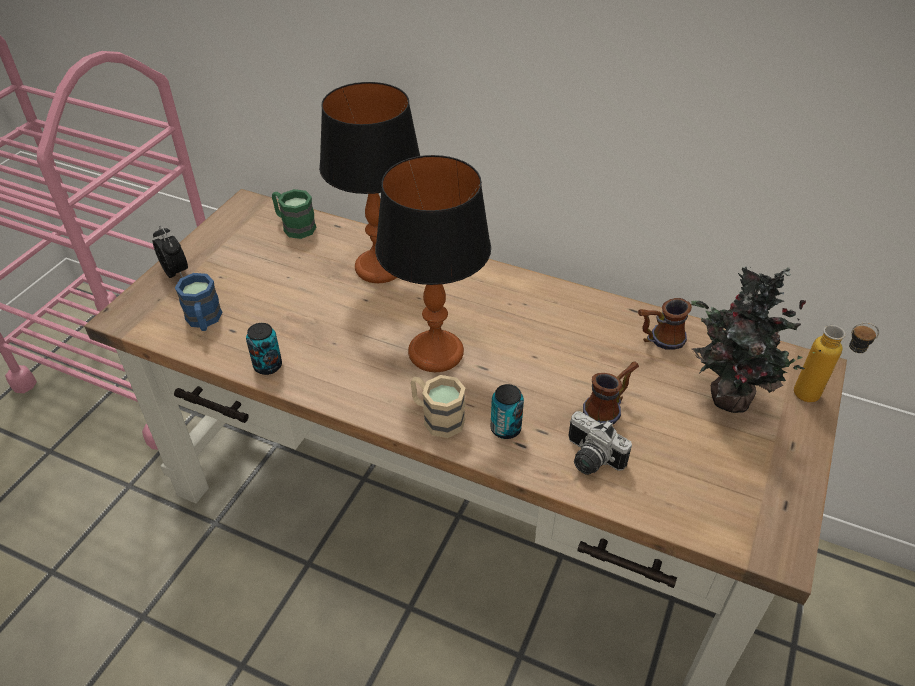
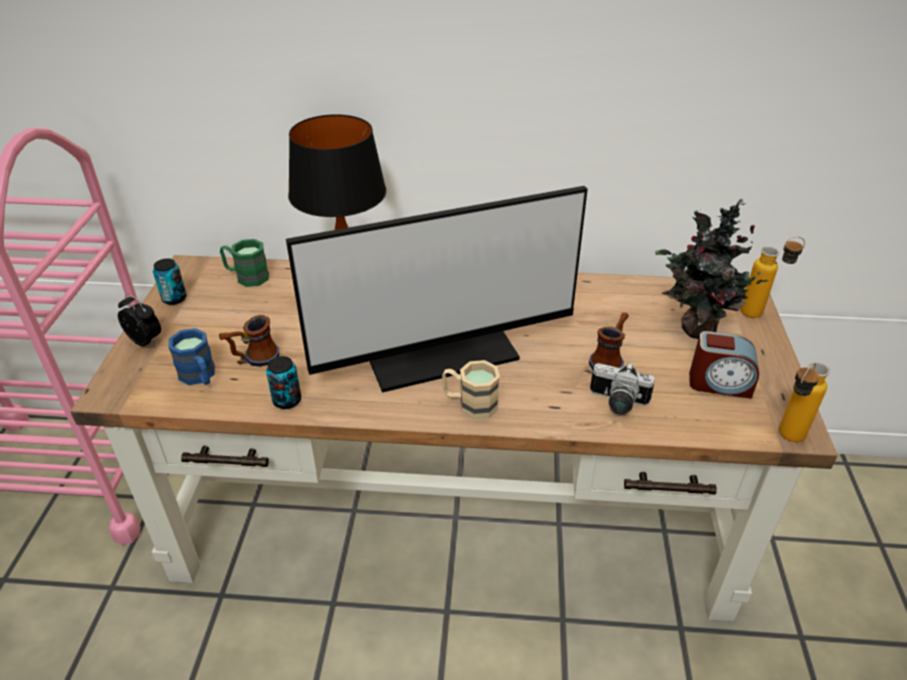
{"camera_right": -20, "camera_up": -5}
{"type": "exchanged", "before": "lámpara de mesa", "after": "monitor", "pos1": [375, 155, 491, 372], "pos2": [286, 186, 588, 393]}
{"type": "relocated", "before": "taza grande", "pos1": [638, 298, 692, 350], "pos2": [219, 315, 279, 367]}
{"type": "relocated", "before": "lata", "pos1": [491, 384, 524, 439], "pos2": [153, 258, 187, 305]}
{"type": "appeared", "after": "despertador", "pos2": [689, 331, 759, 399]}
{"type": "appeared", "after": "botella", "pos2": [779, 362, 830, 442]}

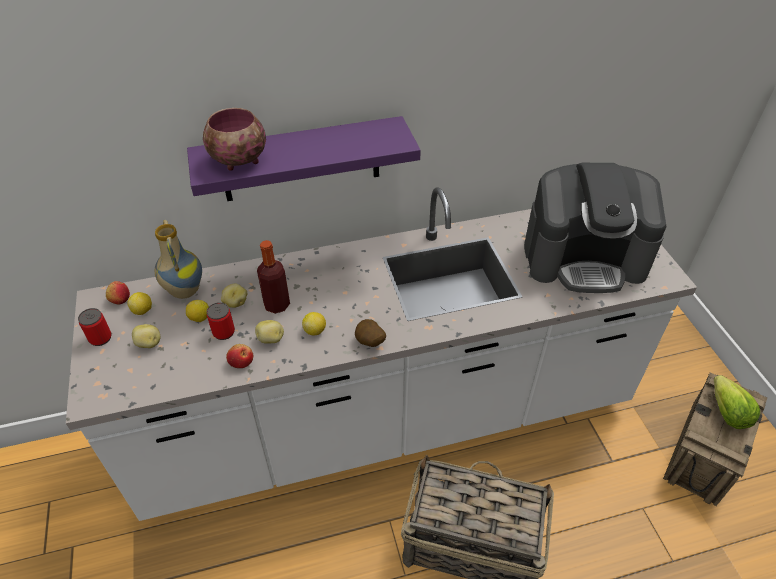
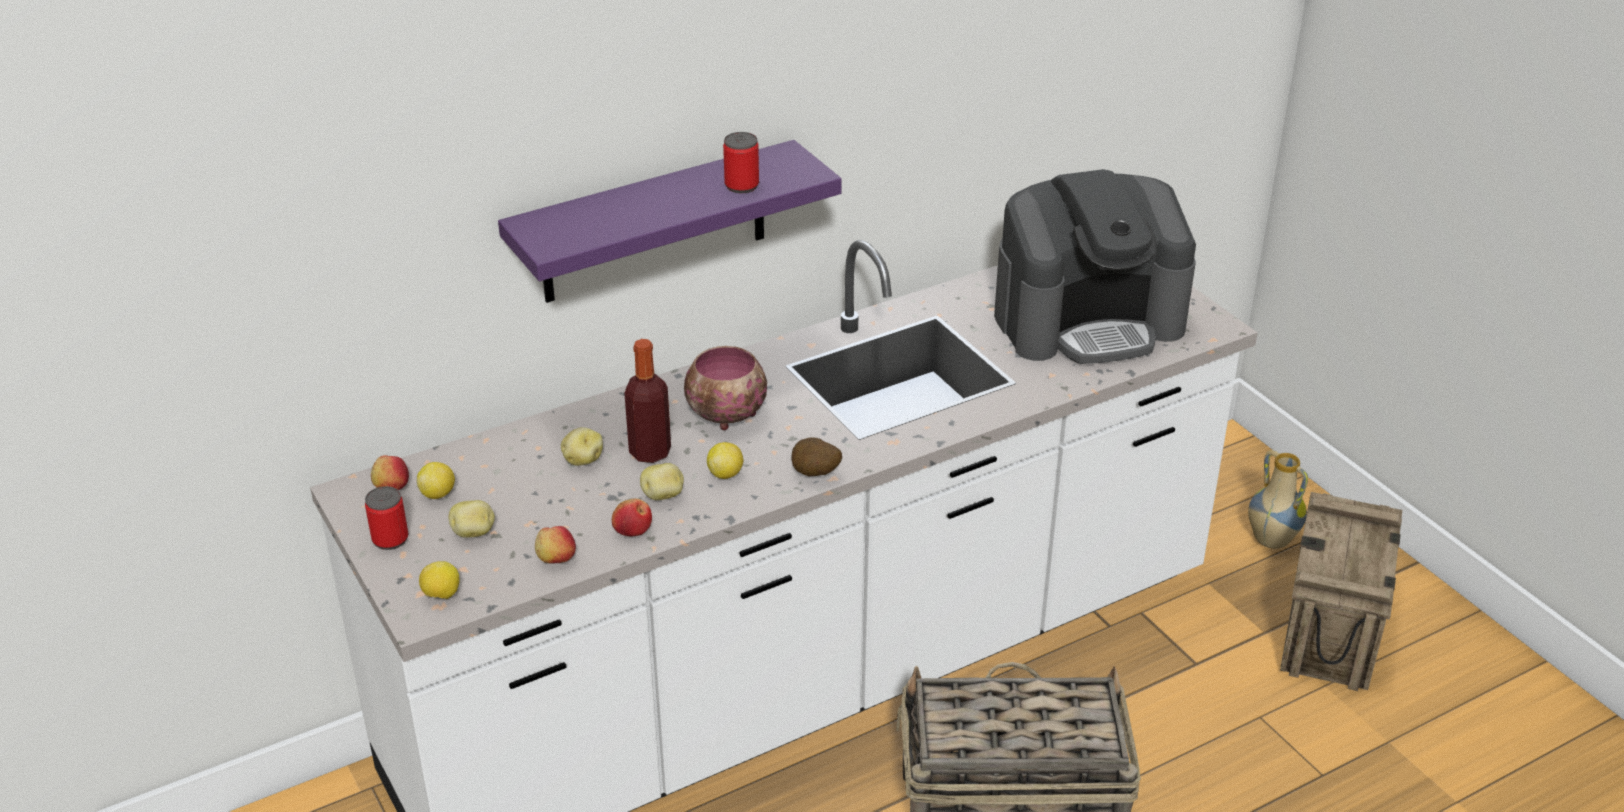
{"camera_right": -15, "camera_up": -10}
{"type": "relocated", "before": "cuenco", "pos1": [203, 108, 266, 171], "pos2": [684, 346, 767, 430]}
{"type": "relocated", "before": "florero", "pos1": [155, 220, 202, 299], "pos2": [1248, 450, 1308, 549]}
{"type": "relocated", "before": "limón", "pos1": [186, 300, 209, 322], "pos2": [419, 561, 459, 599]}
{"type": "relocated", "before": "lata", "pos1": [207, 302, 235, 340], "pos2": [723, 132, 759, 193]}
{"type": "missing", "before": "lechuga", "pos1": [714, 375, 760, 429]}
{"type": "appeared", "after": "manzana", "pos2": [535, 526, 576, 564]}

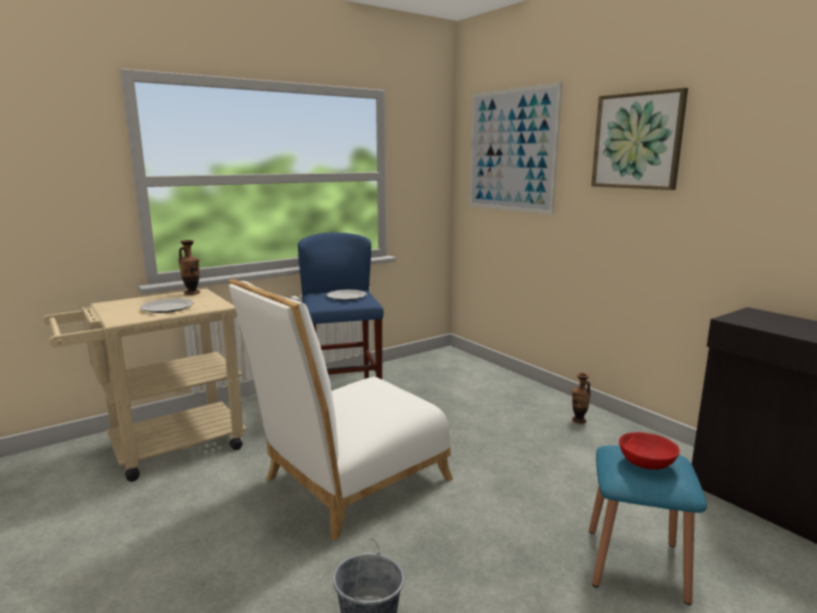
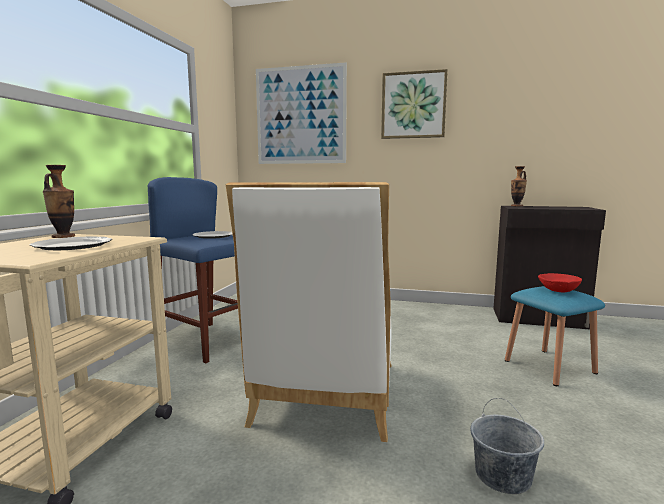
{"camera_right": -40, "camera_up": -5}
{"type": "relocated", "before": "florero", "pos1": [572, 373, 591, 424], "pos2": [511, 166, 527, 207]}

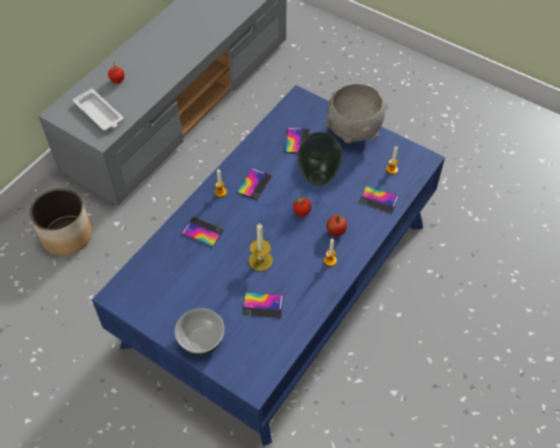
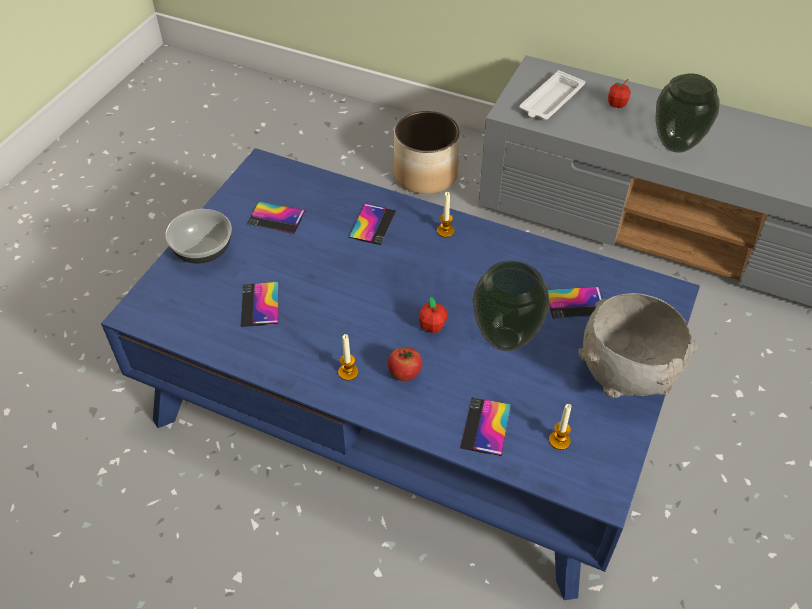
{"camera_right": 80, "camera_up": -5}
{"type": "relocated", "before": "móvil", "pos1": [237, 168, 272, 200], "pos2": [247, 201, 306, 234]}
{"type": "missing", "before": "vela", "pos1": [249, 223, 273, 271]}
{"type": "appeared", "after": "florero", "pos2": [655, 73, 720, 153]}

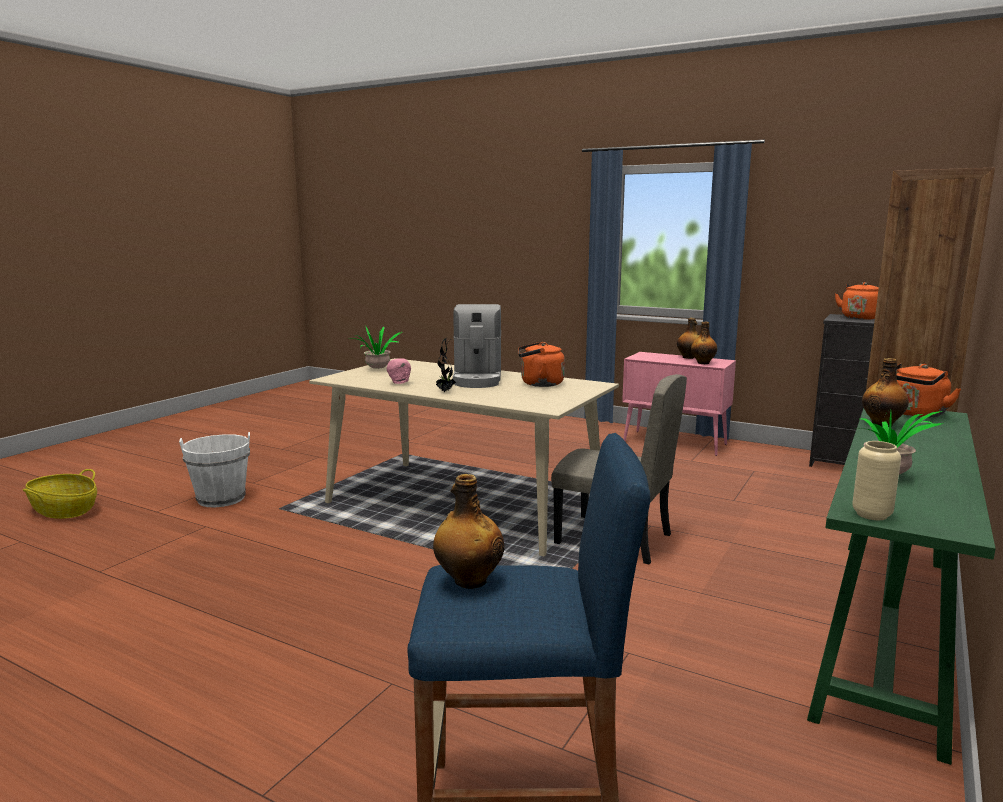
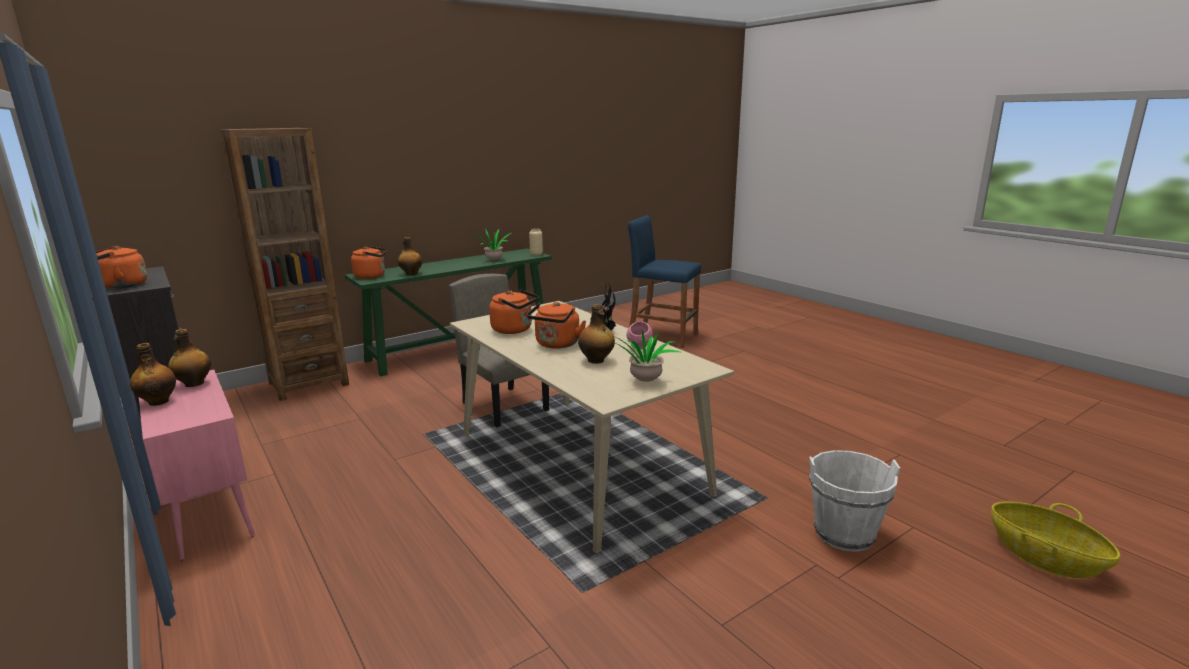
{"camera_right": -155, "camera_up": 5}
{"type": "exchanged", "before": "cafetera", "after": "hervidor (naranja)", "pos1": [453, 304, 501, 388], "pos2": [527, 302, 586, 349]}
{"type": "relocated", "before": "botella", "pos1": [433, 474, 504, 589], "pos2": [578, 304, 615, 364]}

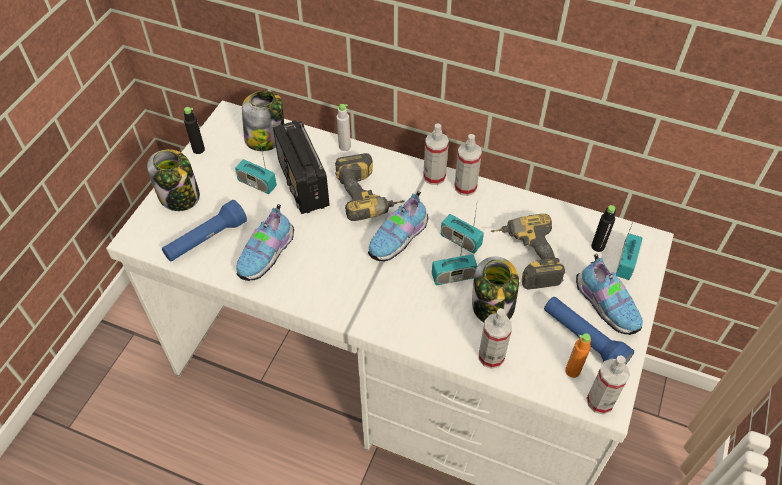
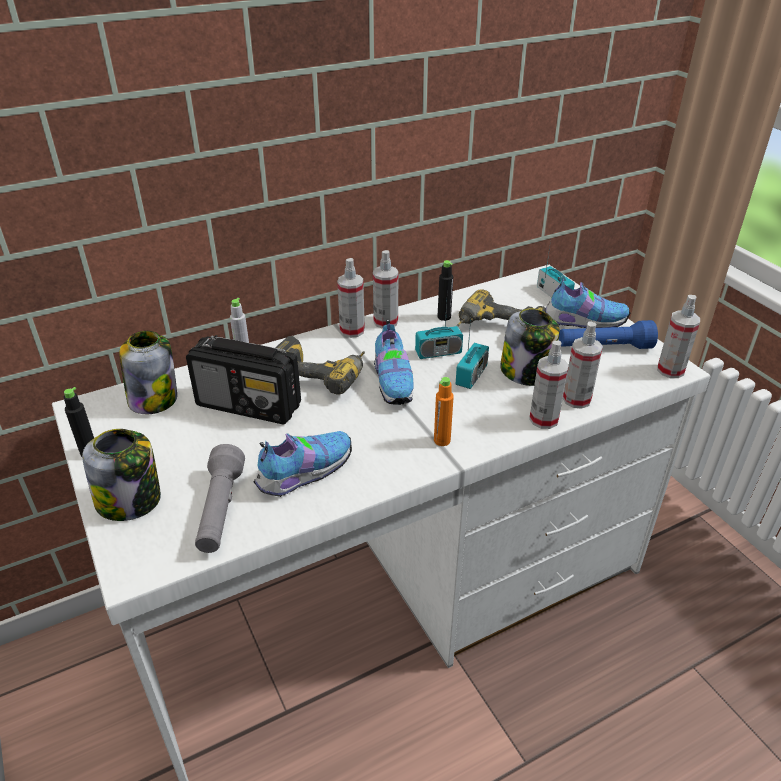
{"camera_right": -50, "camera_up": -15}
{"type": "missing", "before": "radio", "pos1": [235, 142, 277, 194]}
{"type": "colour", "before": "linterna (azul)", "after": "linterna (gris)", "pos1": [162, 200, 247, 261], "pos2": [195, 444, 245, 553]}
{"type": "spun", "before": "zapato", "pos1": [236, 204, 294, 281], "pos2": [254, 431, 352, 497], "turn": -105}
{"type": "relocated", "before": "botella (negro)", "pos1": [591, 205, 616, 252], "pos2": [437, 260, 453, 321]}
{"type": "relocated", "before": "botella (naranja)", "pos1": [565, 333, 591, 378], "pos2": [434, 377, 454, 446]}
{"type": "appeared", "after": "pulverizador", "pos2": [529, 341, 569, 429]}

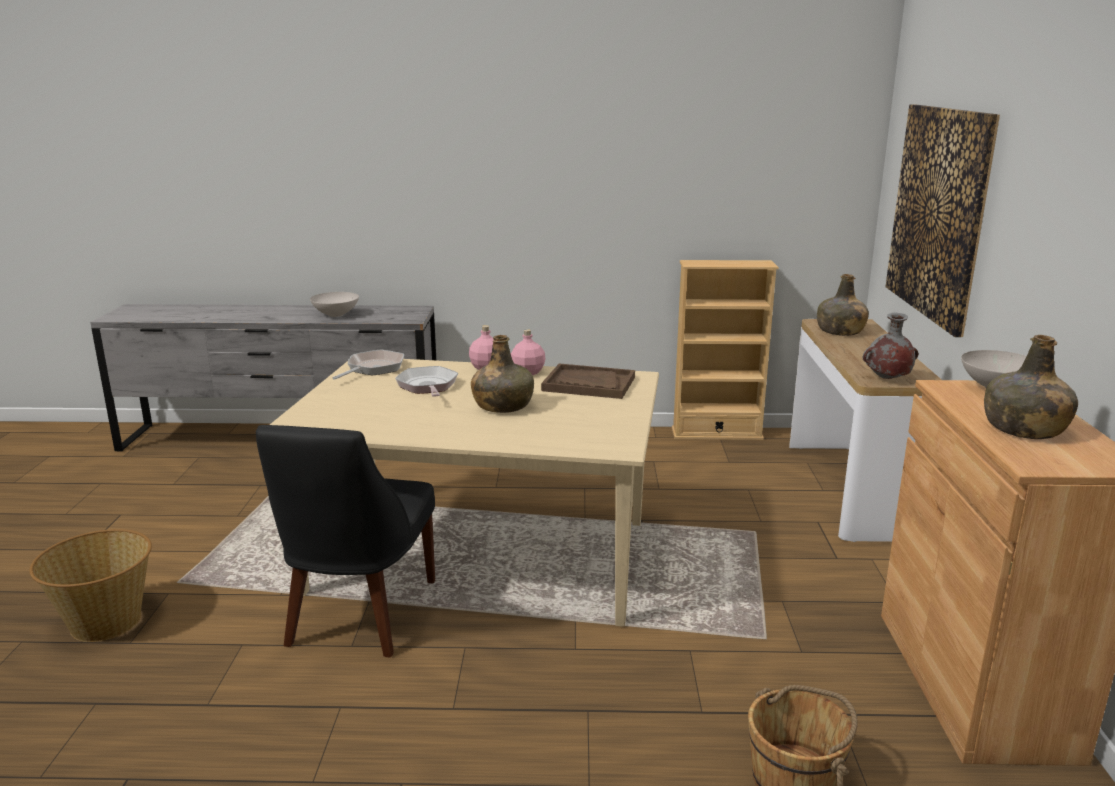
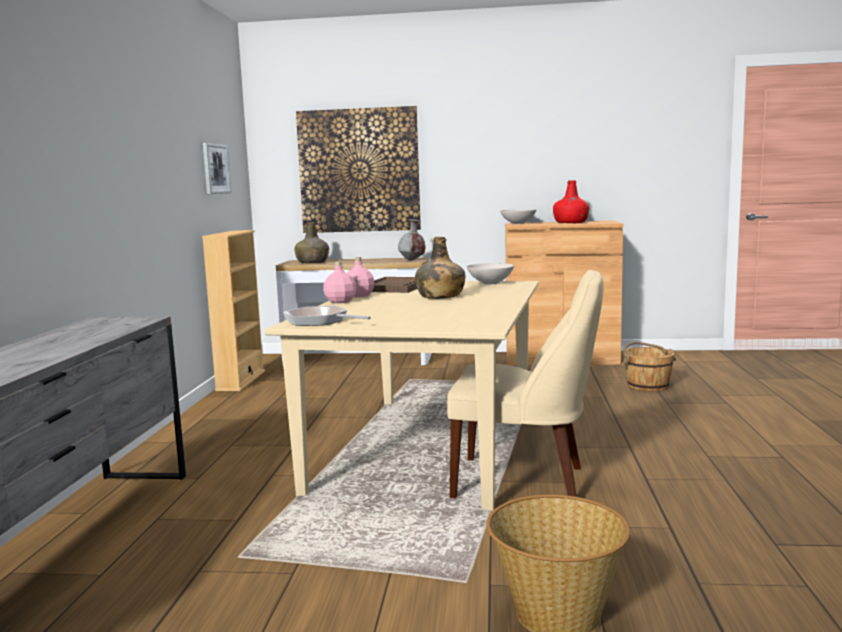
{"camera_right": -85, "camera_up": -10}
{"type": "relocated", "before": "cuenco (blanco)", "pos1": [310, 292, 359, 317], "pos2": [467, 263, 514, 285]}
{"type": "colour", "before": "botella (verde)", "after": "botella (rojo)", "pos1": [984, 335, 1078, 439], "pos2": [553, 180, 590, 223]}
{"type": "missing", "before": "sartén", "pos1": [395, 366, 458, 397]}
{"type": "colour", "before": "silla (negro)", "after": "silla (beis)", "pos1": [256, 425, 435, 657], "pos2": [447, 270, 604, 498]}
{"type": "appeared", "after": "cuadro", "pos2": [203, 143, 231, 194]}

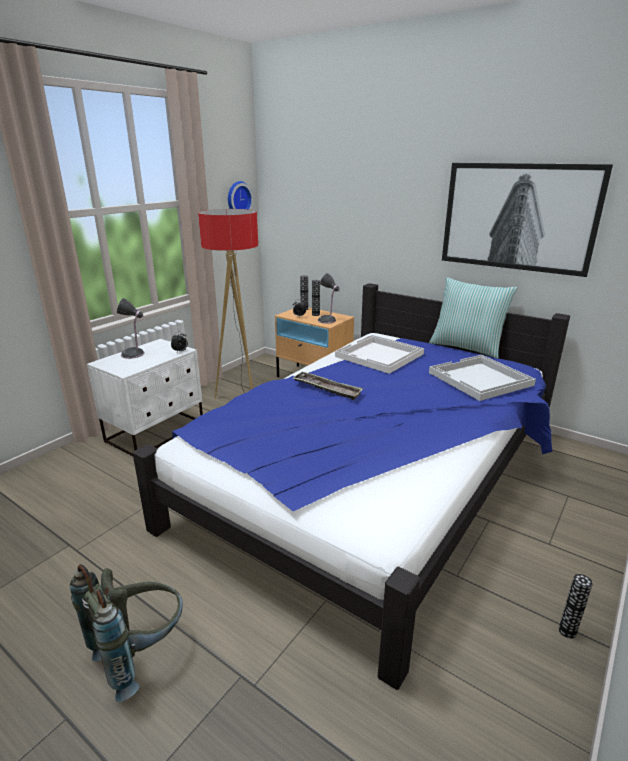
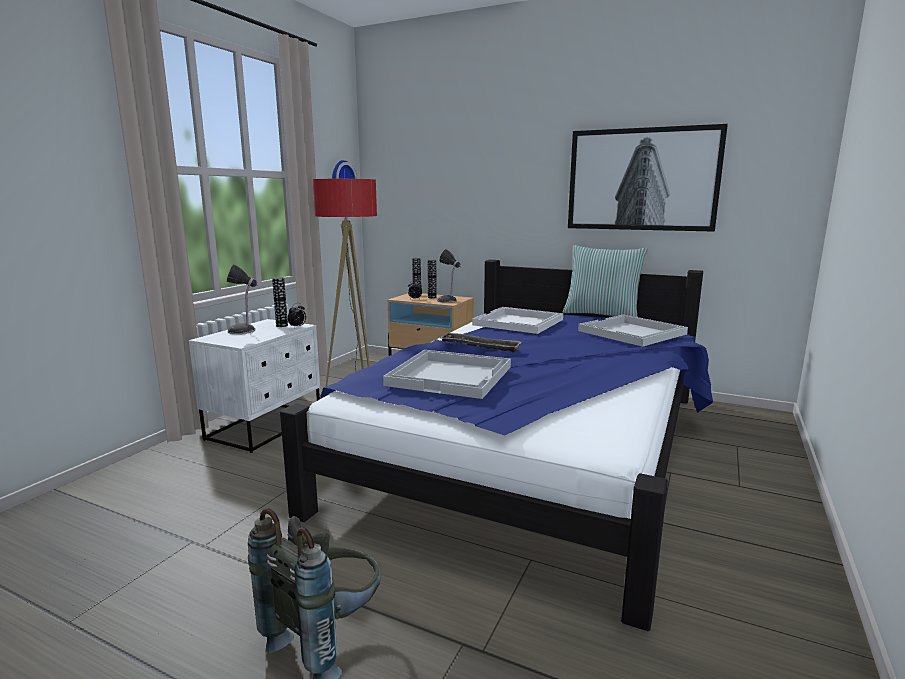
{"camera_right": -10, "camera_up": -10}
{"type": "relocated", "before": "florero", "pos1": [559, 574, 593, 639], "pos2": [272, 277, 288, 327]}
{"type": "appeared", "after": "bandeja (blanco)", "pos2": [383, 350, 511, 399]}

